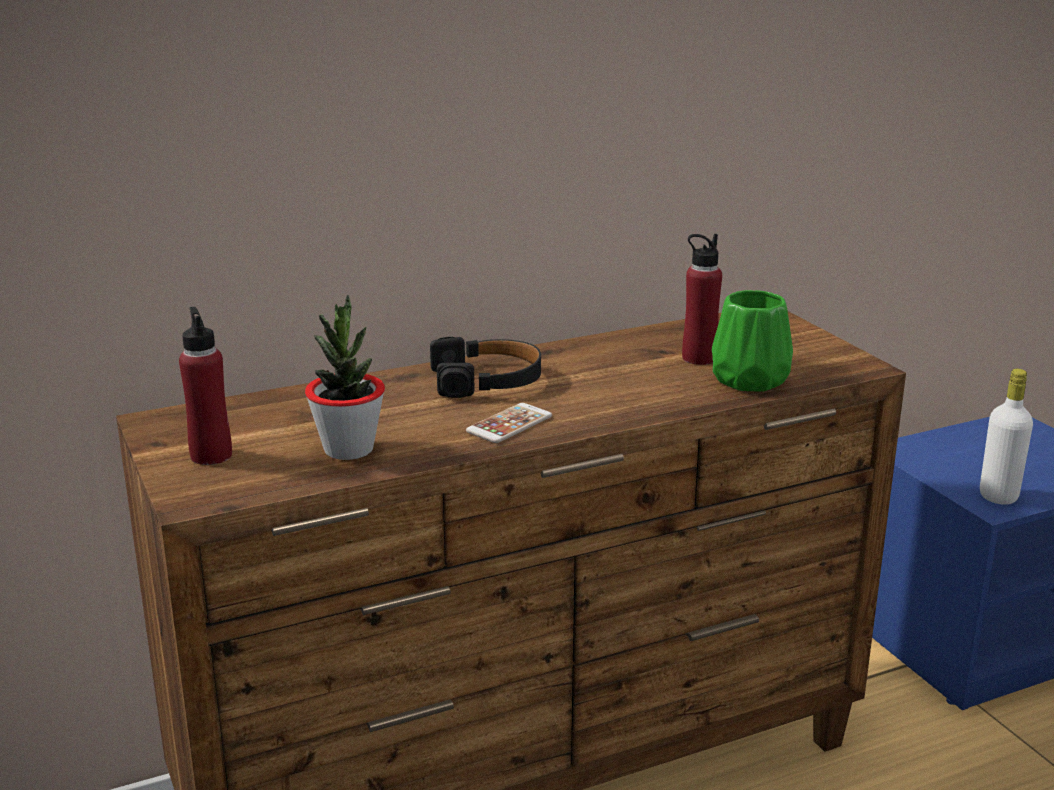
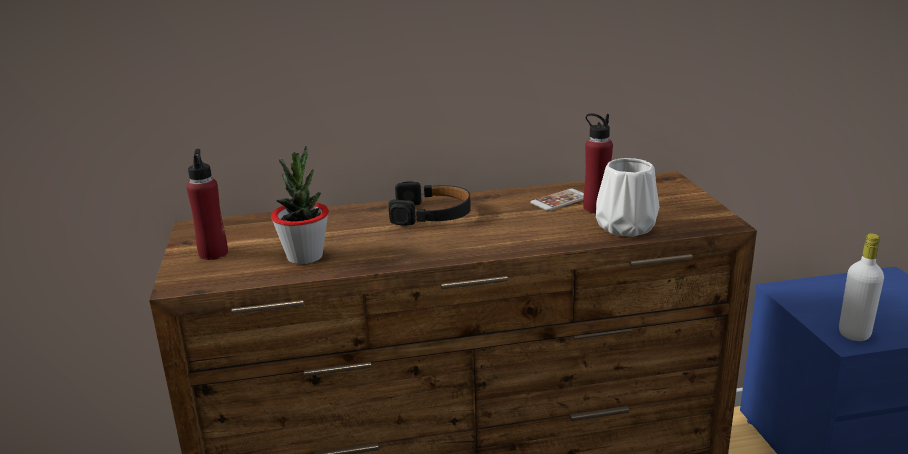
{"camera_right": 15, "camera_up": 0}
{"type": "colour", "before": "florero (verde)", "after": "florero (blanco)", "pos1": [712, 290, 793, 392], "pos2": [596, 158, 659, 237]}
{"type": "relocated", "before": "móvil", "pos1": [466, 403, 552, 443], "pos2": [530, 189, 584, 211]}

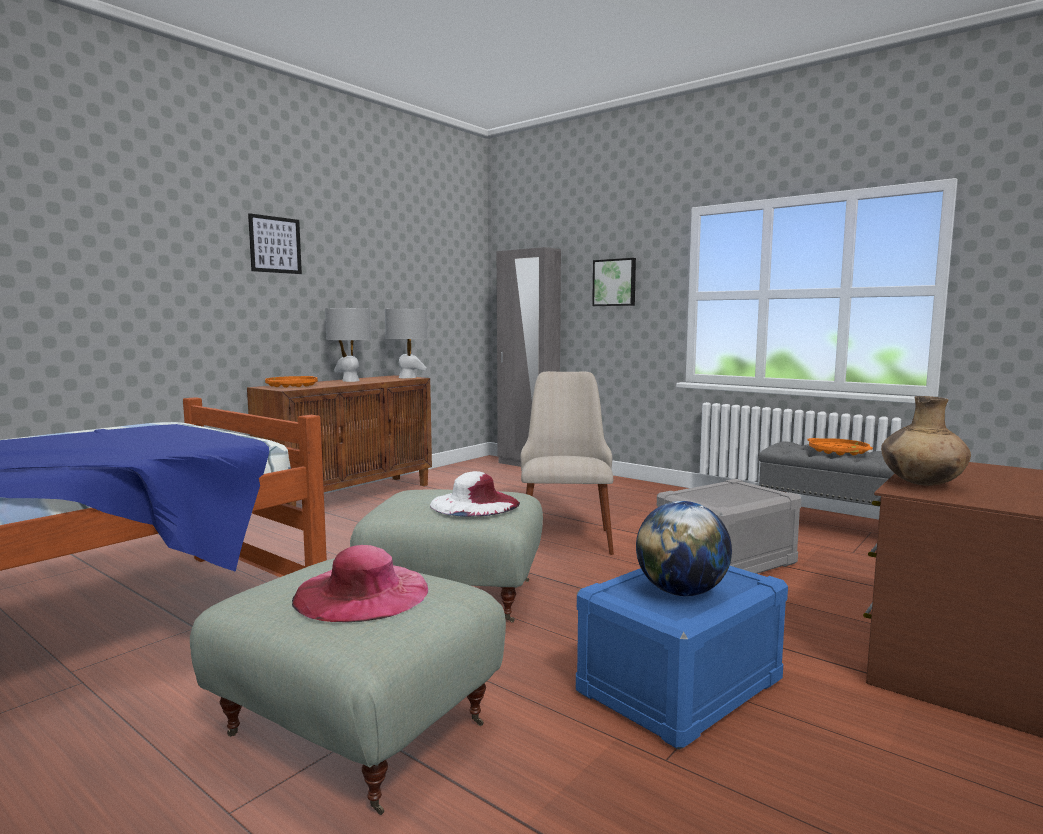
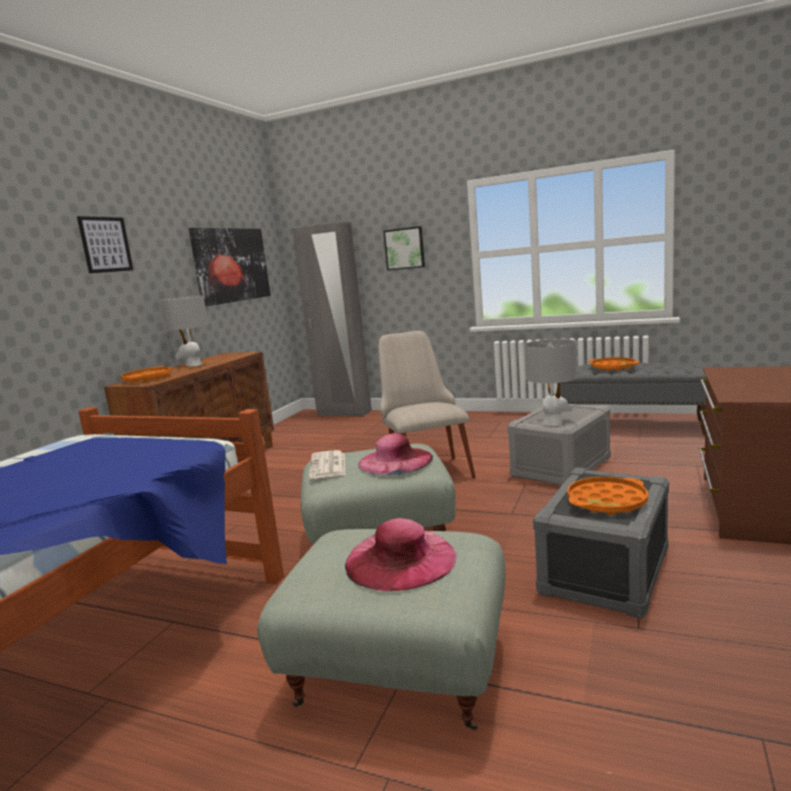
{"camera_right": -15, "camera_up": 5}
{"type": "relocated", "before": "lámpara de mesa (gris)", "pos1": [385, 308, 427, 378], "pos2": [525, 339, 577, 426]}
{"type": "missing", "before": "florero (marrón)", "pos1": [881, 396, 971, 486]}
{"type": "colour", "before": "sombrero (blanco)", "after": "sombrero (rosa)", "pos1": [430, 471, 520, 516], "pos2": [358, 433, 433, 475]}
{"type": "exchanged", "before": "globo terráqueo", "after": "bandeja (naranja)", "pos1": [636, 501, 732, 596], "pos2": [567, 477, 648, 515]}
{"type": "colour", "before": "caja de almacenaje (azul)", "after": "caja de almacenaje (gris)", "pos1": [576, 566, 788, 750], "pos2": [533, 468, 669, 618]}
{"type": "appeared", "after": "cuadro", "pos2": [189, 228, 271, 307]}
{"type": "appeared", "after": "periódico", "pos2": [309, 450, 345, 479]}

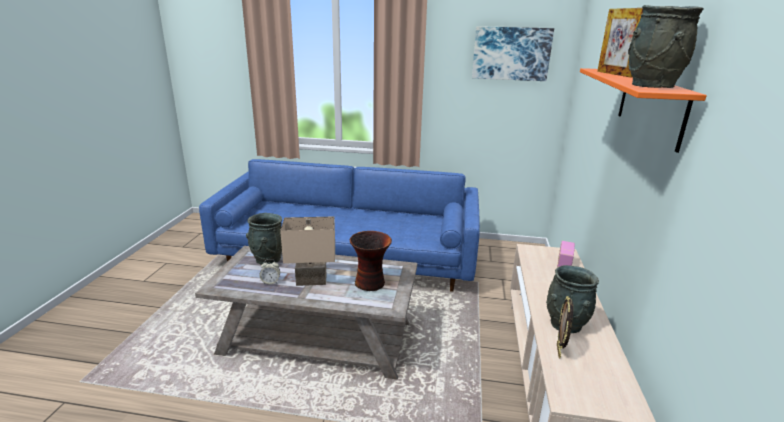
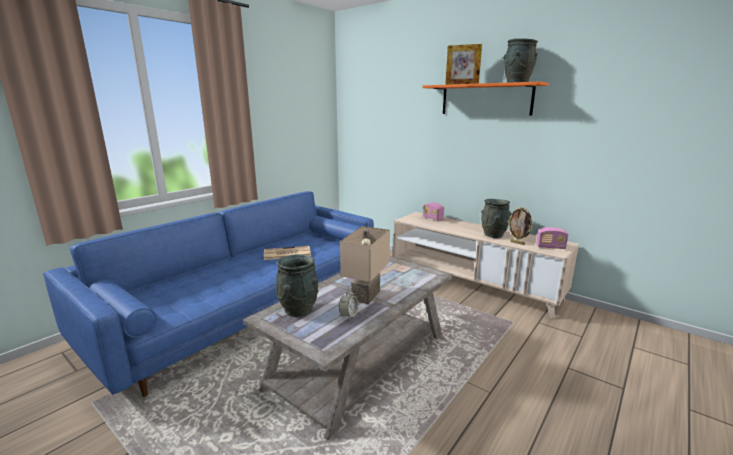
{"camera_right": -60, "camera_up": -5}
{"type": "missing", "before": "cuadro", "pos1": [472, 26, 554, 81]}
{"type": "missing", "before": "florero", "pos1": [350, 231, 392, 291]}
{"type": "appeared", "after": "radio", "pos2": [536, 227, 568, 249]}
{"type": "appeared", "after": "periódico", "pos2": [264, 246, 311, 260]}

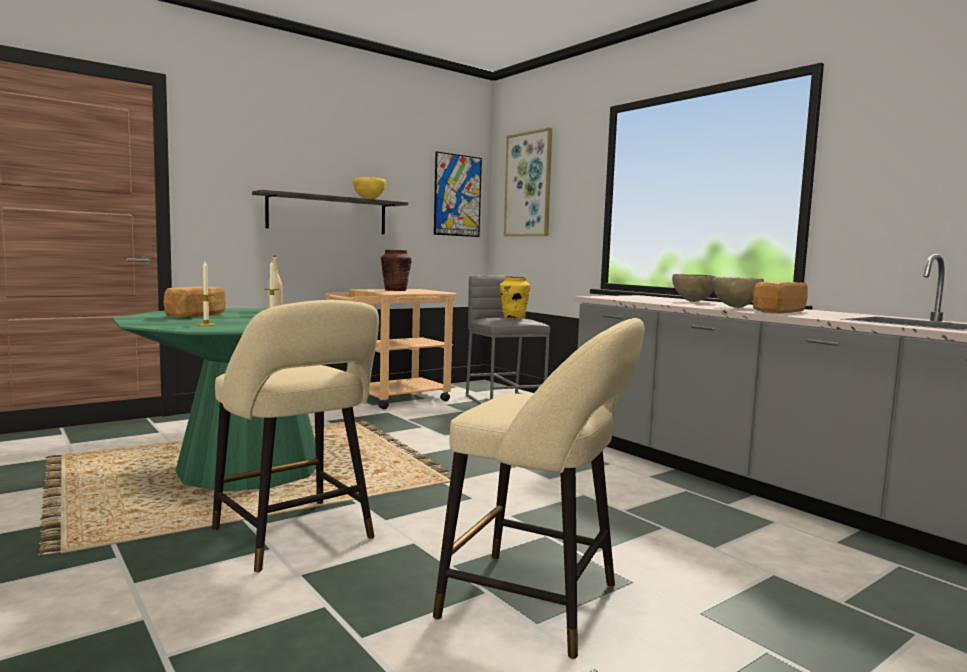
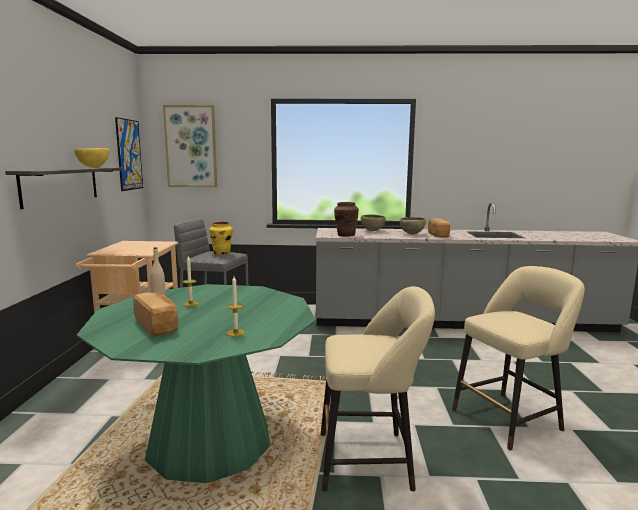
{"camera_right": -50, "camera_up": 5}
{"type": "relocated", "before": "florero (marrón)", "pos1": [381, 250, 412, 291], "pos2": [334, 202, 359, 237]}

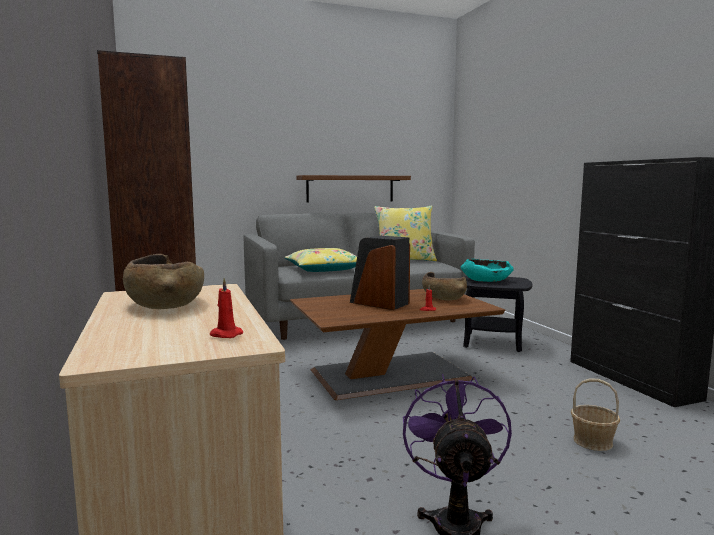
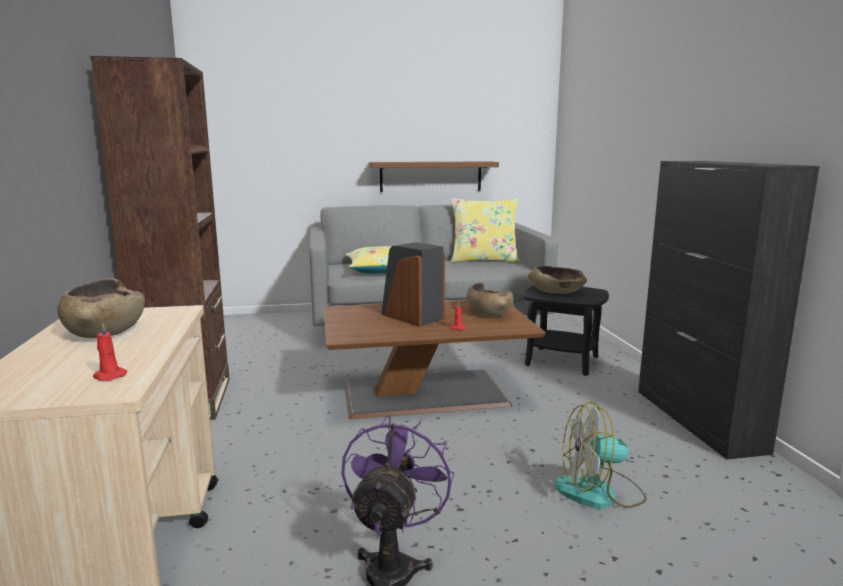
{"camera_right": 10, "camera_up": 5}
{"type": "colour", "before": "cuenco (turquesa)", "after": "cuenco (marrón)", "pos1": [461, 259, 514, 282], "pos2": [528, 266, 587, 294]}
{"type": "exchanged", "before": "cesta", "after": "ventilador", "pos1": [571, 378, 620, 451], "pos2": [554, 402, 647, 509]}

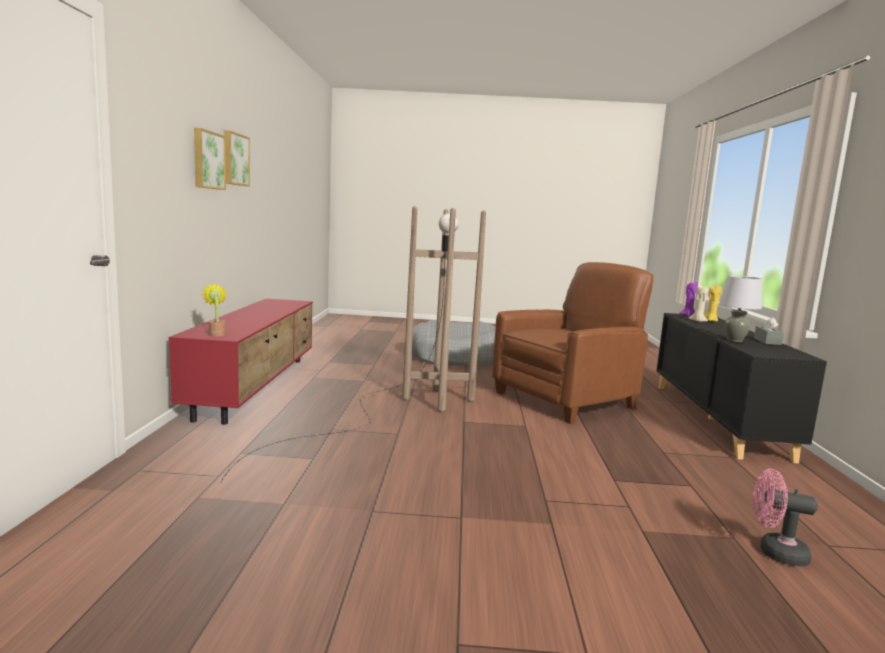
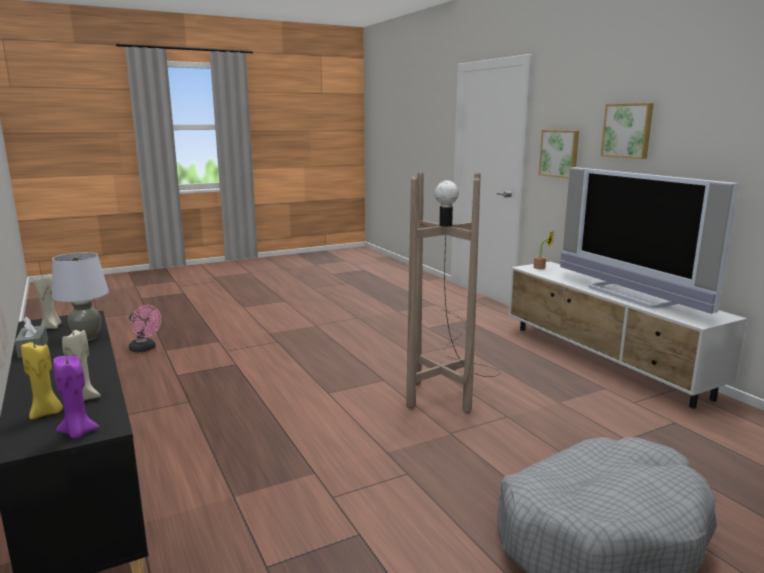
{"camera_right": 150, "camera_up": 5}
{"type": "relocated", "before": "cuadro", "pos1": [224, 130, 250, 186], "pos2": [539, 130, 579, 179]}
{"type": "missing", "before": "sillón (marrón)", "pos1": [492, 262, 653, 424]}
{"type": "colour", "before": "mueble de televisión (rojo)", "after": "mueble de televisión (blanco)", "pos1": [168, 299, 313, 425], "pos2": [509, 262, 747, 409]}
{"type": "spun", "before": "ventilador (rosa)", "pos1": [753, 469, 818, 567], "pos2": [129, 305, 161, 352], "turn": 45}
{"type": "appeared", "after": "televisor", "pos2": [560, 167, 739, 314]}
{"type": "appeared", "after": "vela (beis)", "pos2": [34, 275, 61, 329]}

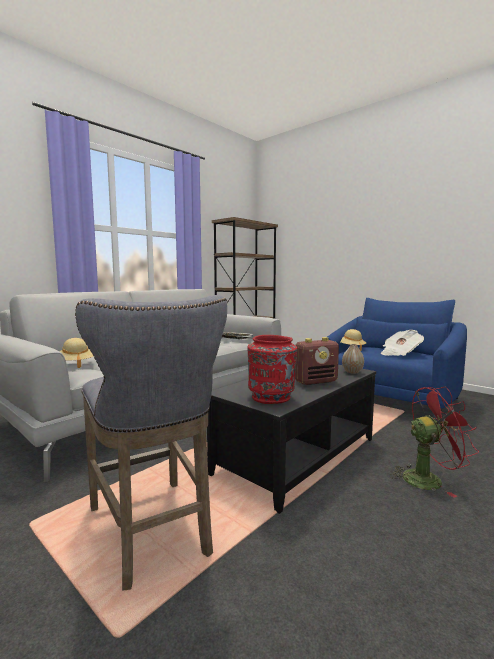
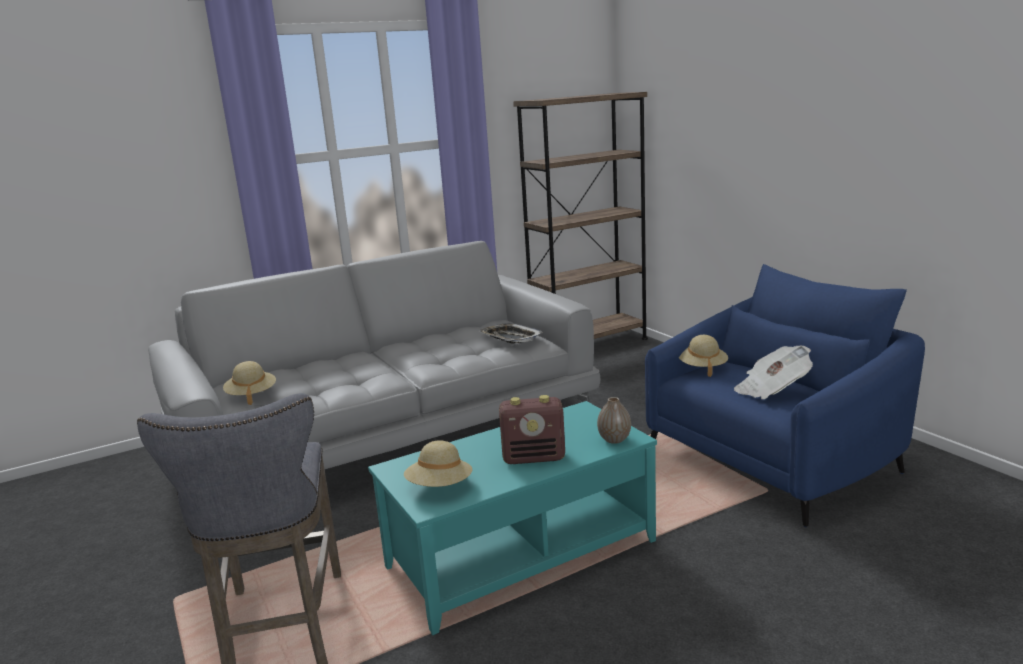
{"camera_right": 20, "camera_up": 10}
{"type": "exchanged", "before": "florero (rojo)", "after": "sombrero (beis)", "pos1": [247, 335, 297, 404], "pos2": [404, 441, 472, 487]}
{"type": "colour", "before": "mesa de centro (negro)", "after": "mesa de centro (turquesa)", "pos1": [207, 365, 376, 514], "pos2": [368, 401, 657, 635]}
{"type": "missing", "before": "ventilador (rojo)", "pos1": [390, 387, 479, 498]}

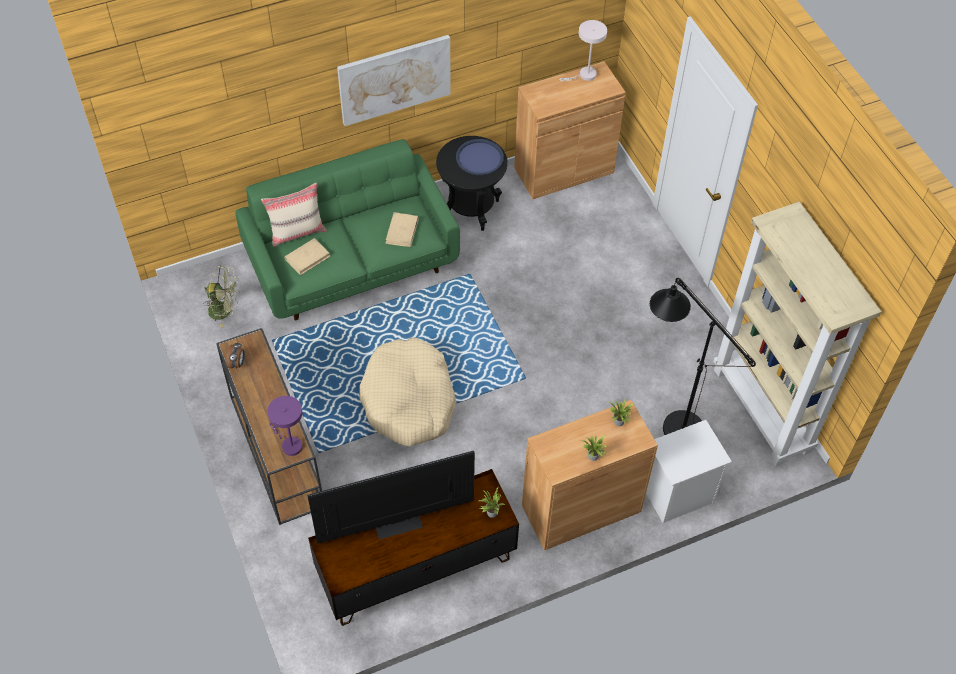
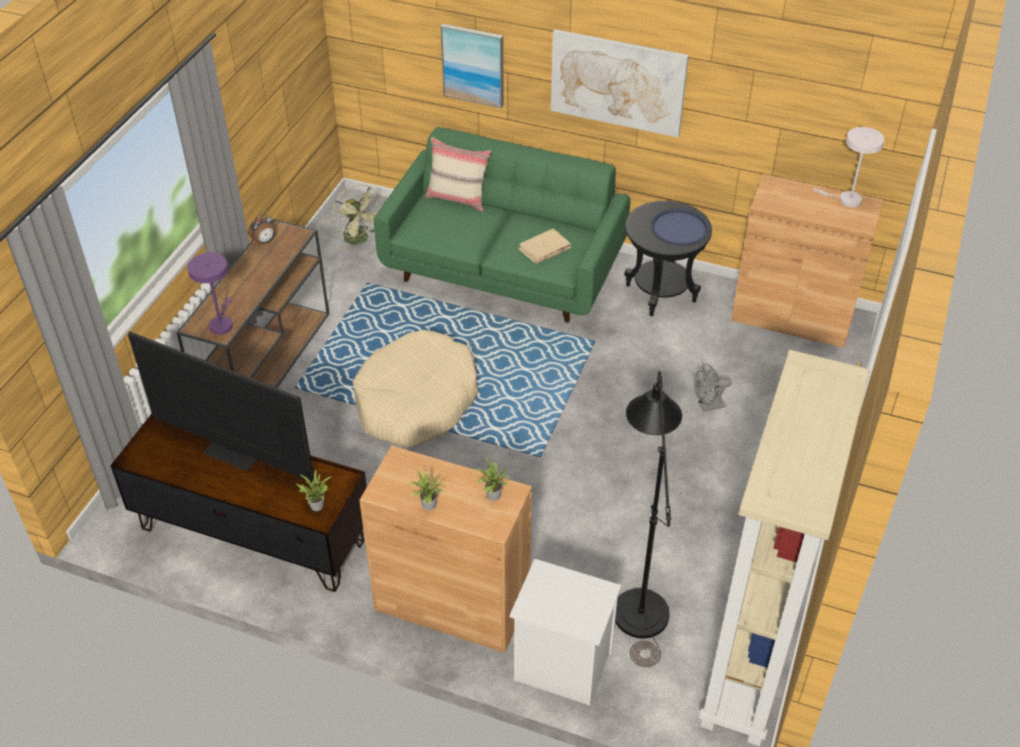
{"camera_right": 45, "camera_up": -10}
{"type": "missing", "before": "libro (beis)", "pos1": [285, 238, 331, 275]}
{"type": "appeared", "after": "cuadro", "pos2": [441, 24, 504, 108]}
{"type": "appeared", "after": "ventilador (gris)", "pos2": [694, 363, 732, 412]}

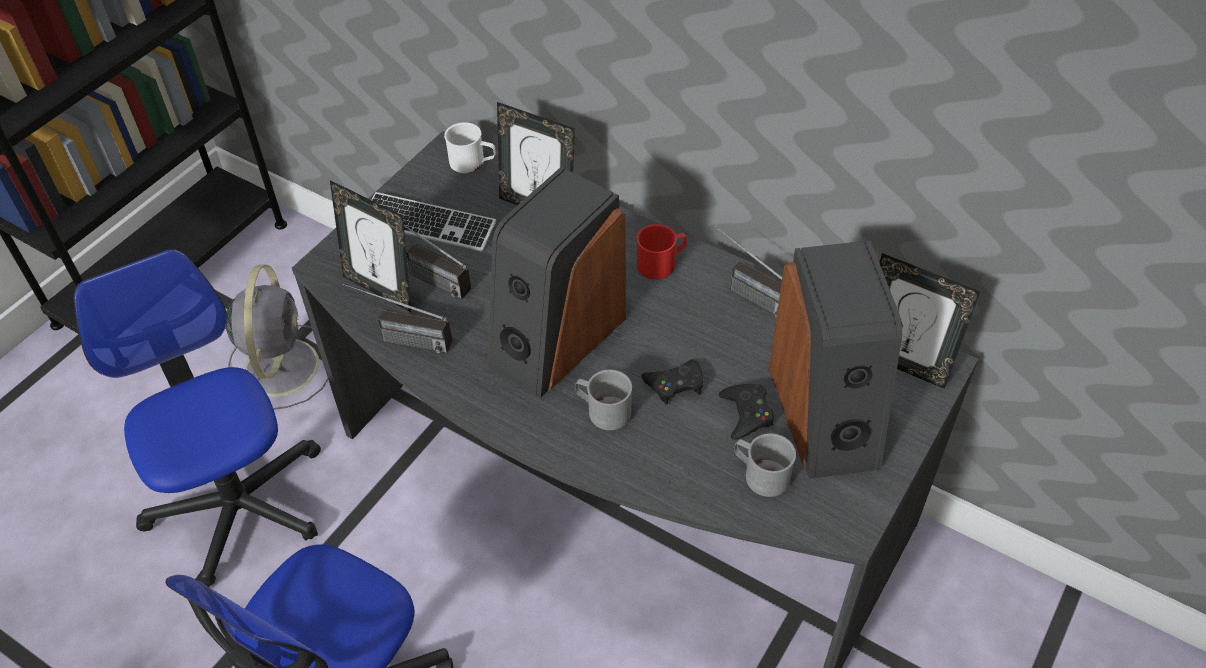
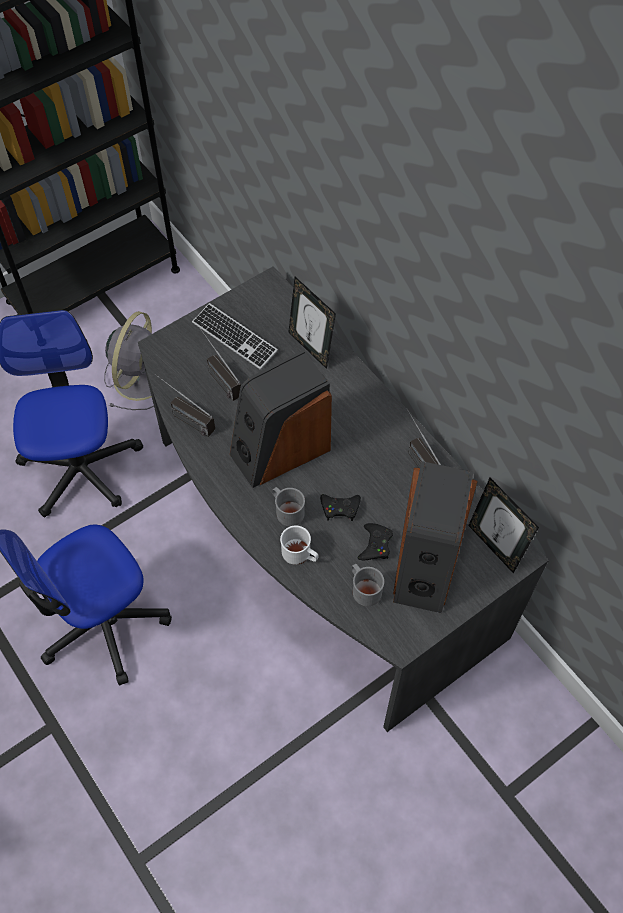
{"camera_right": 20, "camera_up": 10}
{"type": "relocated", "before": "taza grande (blanco)", "pos1": [444, 122, 496, 173], "pos2": [280, 525, 318, 565]}
{"type": "missing", "before": "portarretratos", "pos1": [330, 180, 411, 312]}
{"type": "missing", "before": "taza grande (rojo)", "pos1": [636, 224, 687, 279]}

